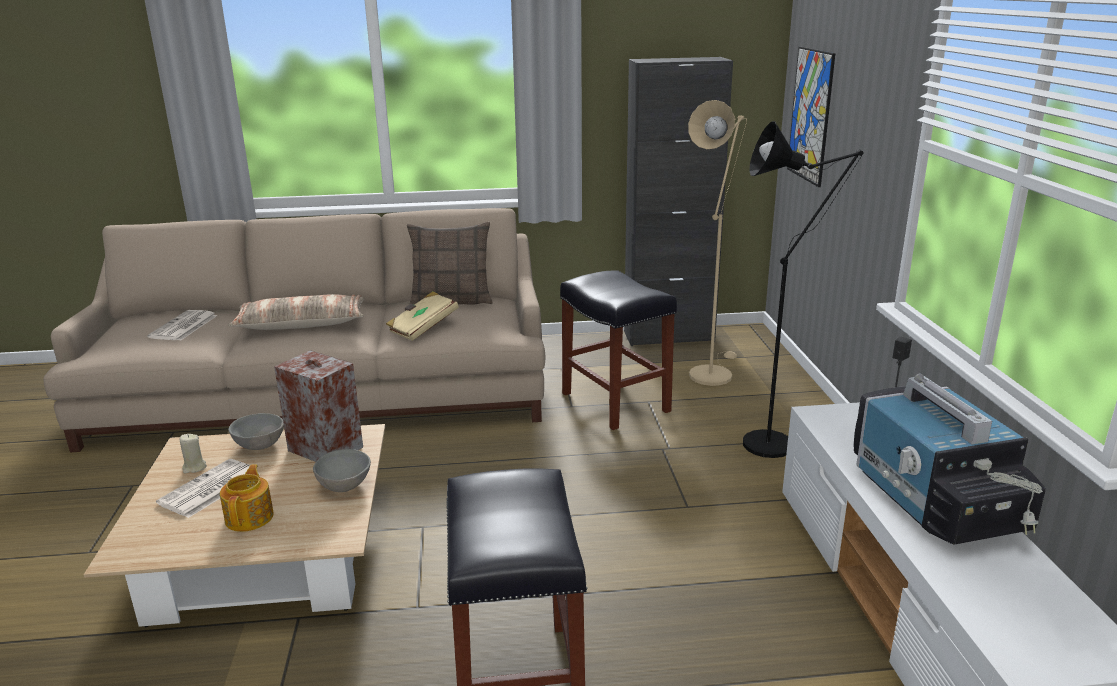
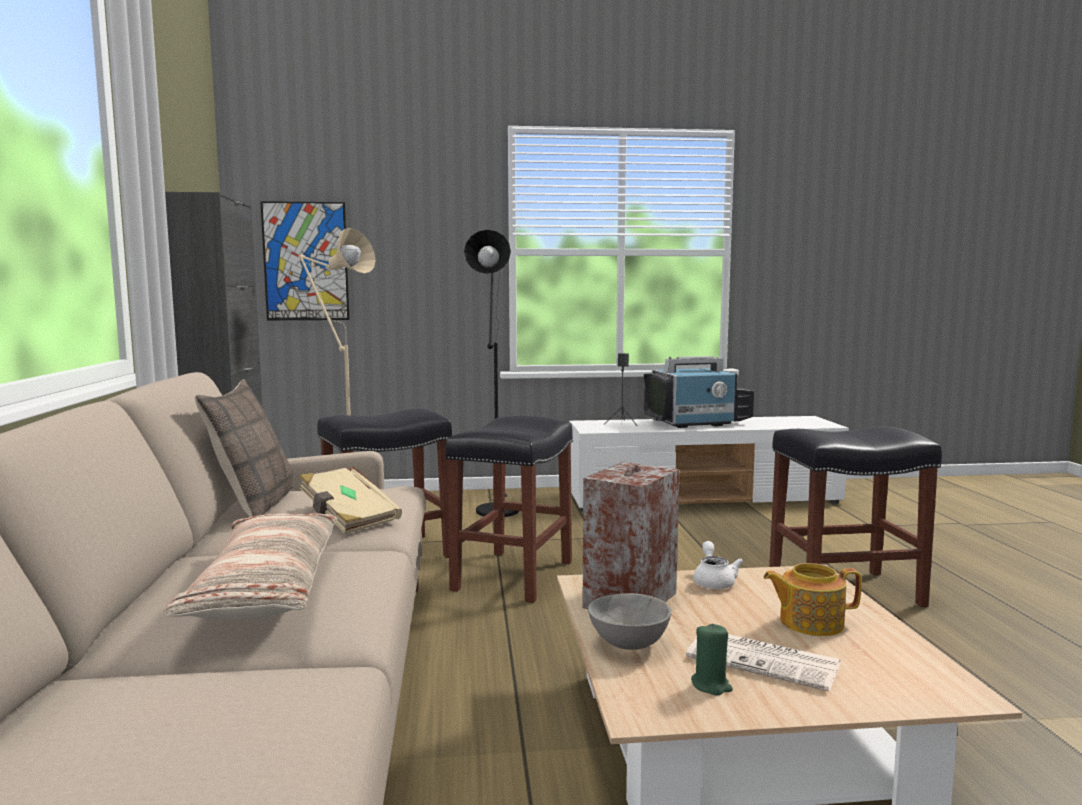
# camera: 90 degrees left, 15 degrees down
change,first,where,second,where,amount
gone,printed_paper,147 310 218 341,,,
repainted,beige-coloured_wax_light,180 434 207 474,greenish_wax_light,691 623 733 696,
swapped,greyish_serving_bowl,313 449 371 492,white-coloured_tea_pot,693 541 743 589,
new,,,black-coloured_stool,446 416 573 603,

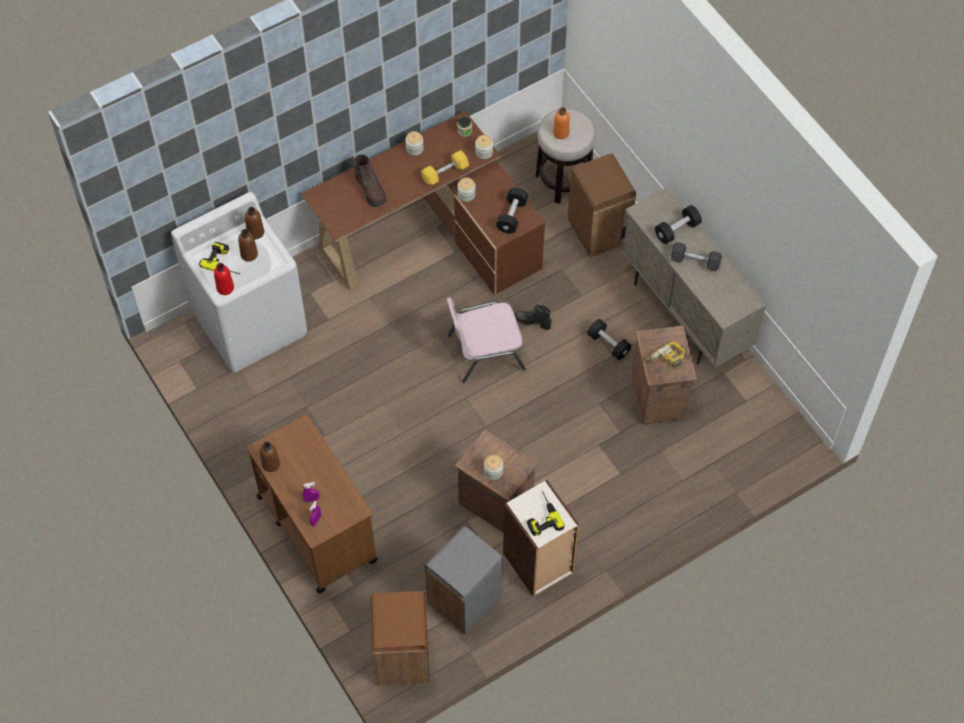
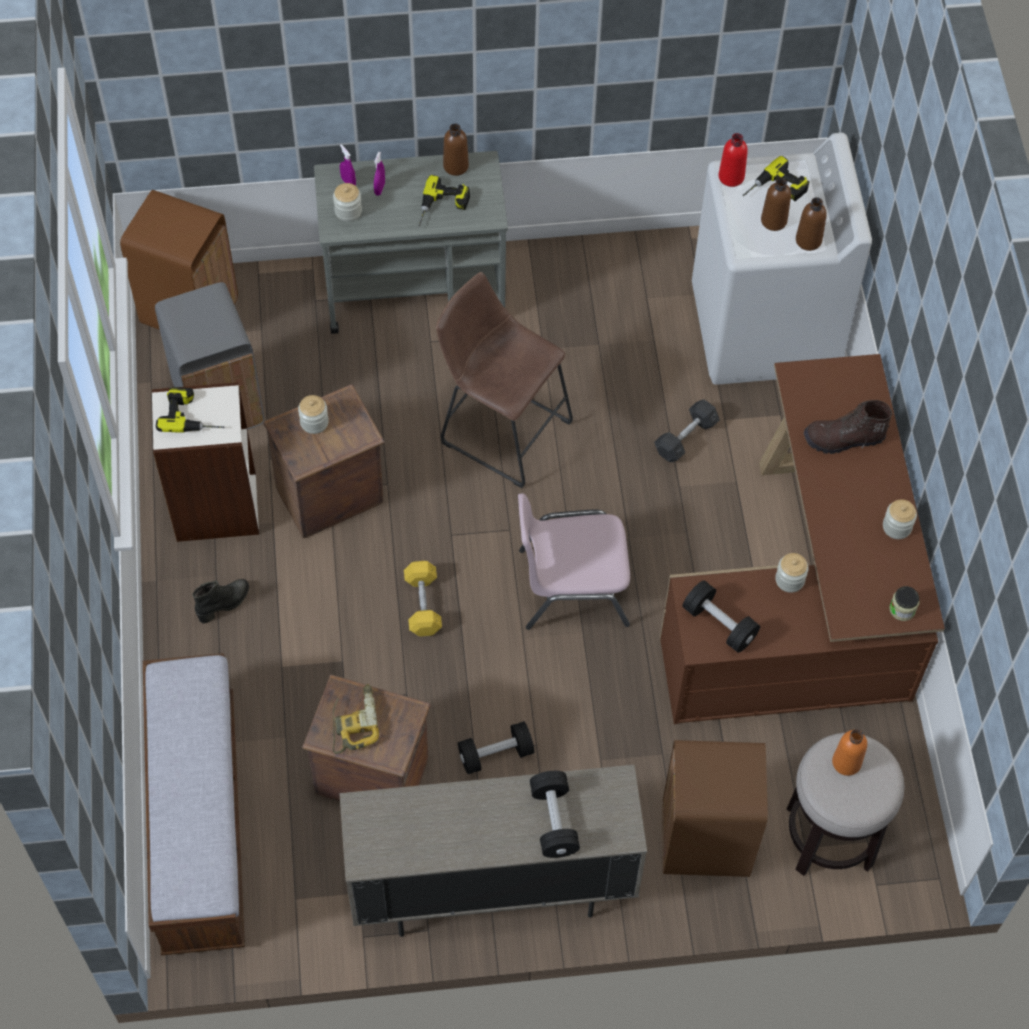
# camera: 115 degrees right, 0 degrees up
change,first,where,second,where,amount
repainted,brownish_wheeled_cart,246 414 378 594,greyish_wheeled_cart,314 151 508 334,
shifted,yellowish_free_weight,421 150 469 186,,404 561 442 636,
rotated,pink_chair,447 297 526 383,,518 493 630 630,105 degrees counterclockwise
shifted,jar,475 135 493 159,,333 183 362 222,
shifted,black-coloured_tall_boot,515 305 552 330,,192 579 249 623,
shifted,greyish_free_weight,671 242 722 271,,654 399 720 462,
new,,,long_seat,143 653 245 955,
new,,,drill,418 175 470 226,
new,,,brownish_stool,436 272 573 488,

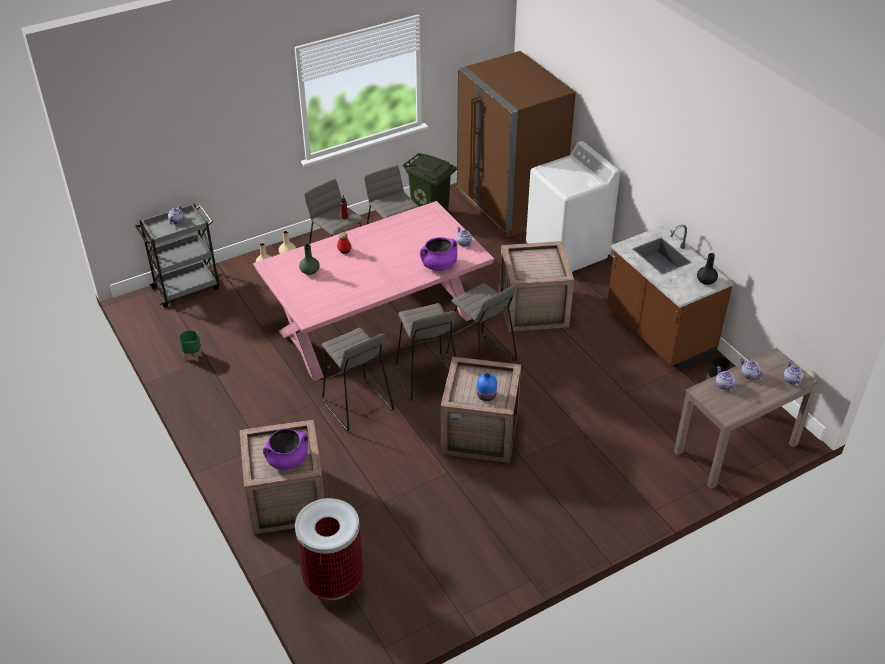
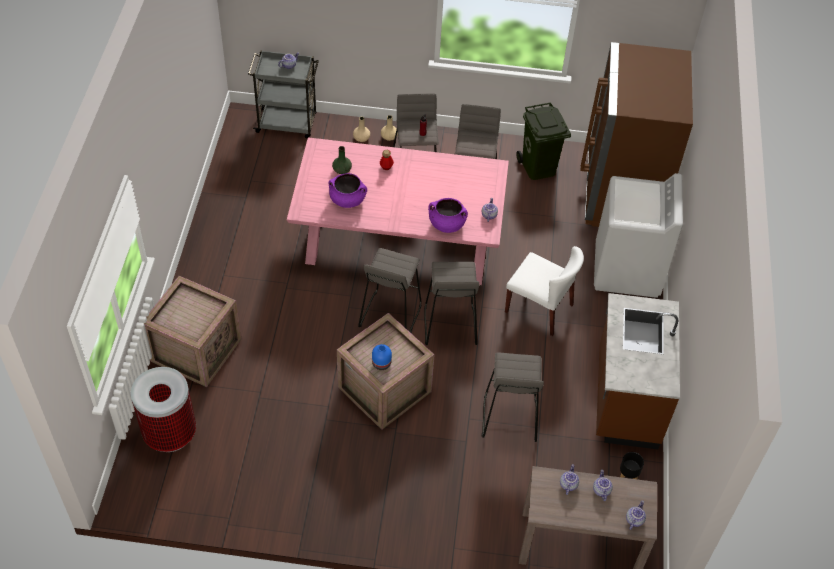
# camera: 35 degrees right, 10 degrees up
change,first,where,second,where,amount
gone,greenish_plant_pot,179 330 202 361,,,
shifted,purplish_saucepot,263 428 308 470,,329 173 367 208,
shifted,greyish_stool,322 328 394 431,,482 352 544 442,
swapped,crate,499 241 574 332,white-coloured_chair,505 246 584 336,
gone,black-coloured_vase,697 253 718 285,,,

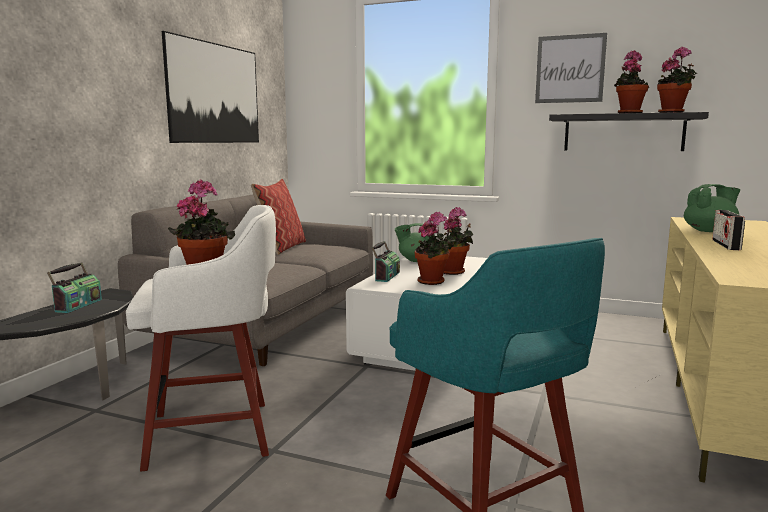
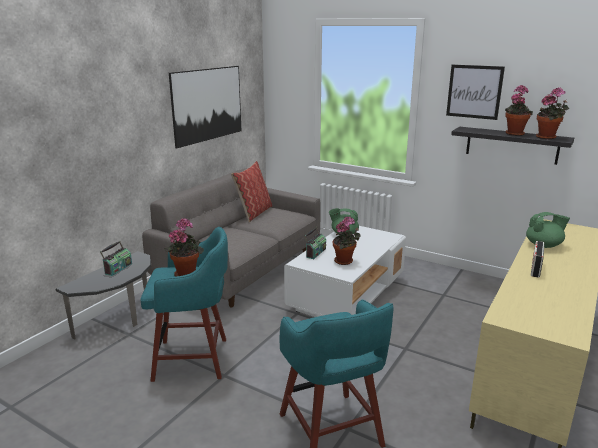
# camera: 10 degrees right, 10 degrees up
change,first,where,second,where,amount
repainted,white-coloured_stool,126 205 276 472,turquoise_stool,140 227 228 382,
gone,houseplant,442 207 473 275,,,

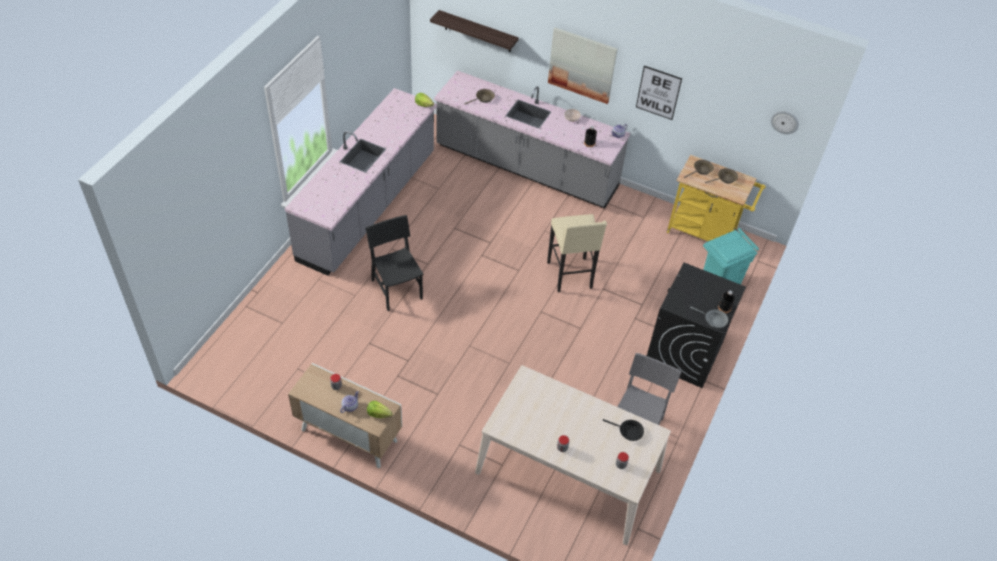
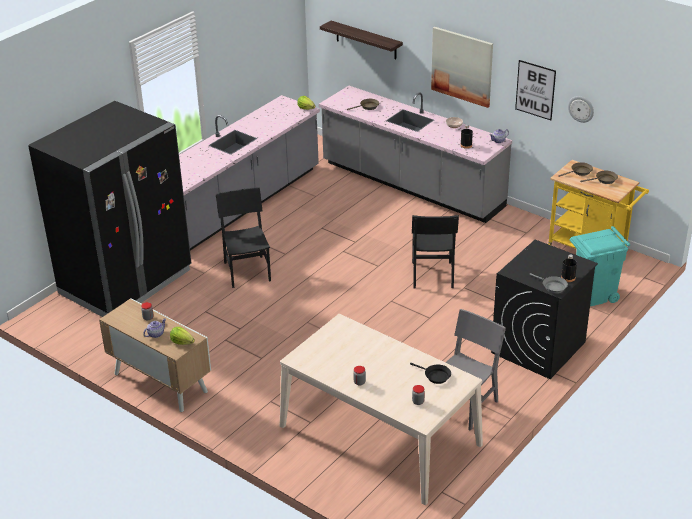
# camera: 15 degrees right, 15 degrees down
change,first,where,second,where,amount
swapped,beige-coloured_stool,547 214 607 292,black-coloured_chair,412 215 459 288,
shifted,clock_on_the_wall,771 111 799 134,,568 96 594 123,
new,,,black-coloured_kitchen_fridge,28 101 191 317,

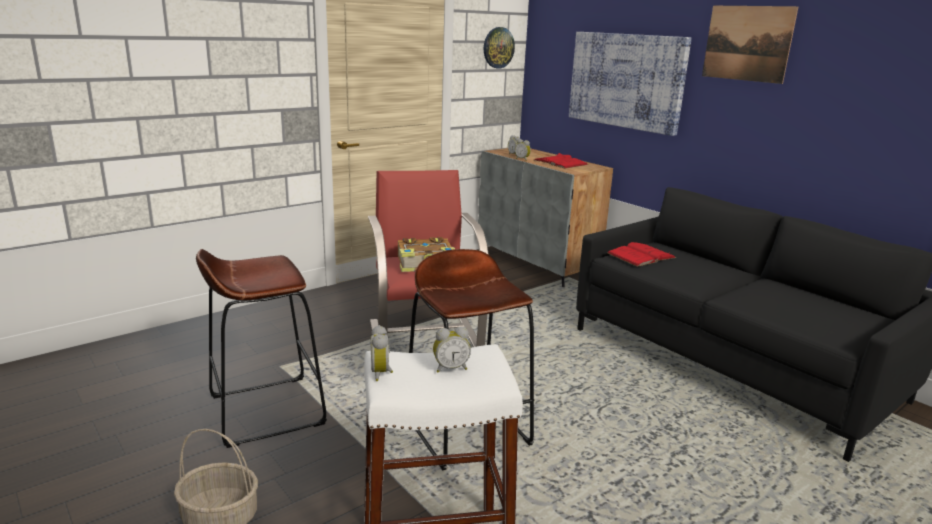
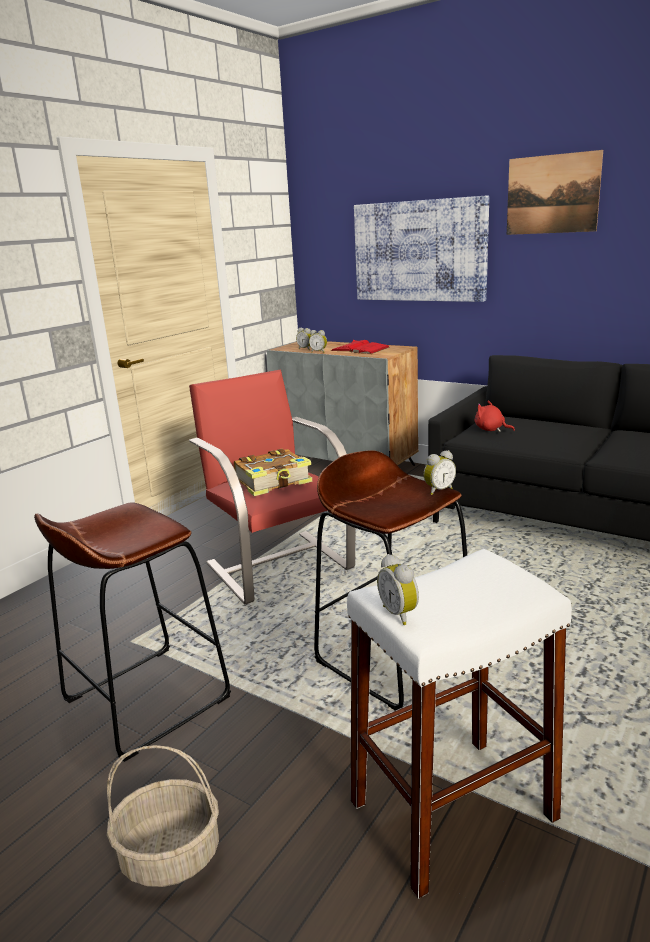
# camera: 15 degrees left, 0 degrees up
change,first,where,second,where,amount
shifted,table_clock,433 327 471 372,,424 450 456 495,
gone,clock_on_the_wall,484 27 515 68,,,
swapped,red-coloured_volume,607 242 676 267,red-coloured_soft_toy,475 401 515 432,

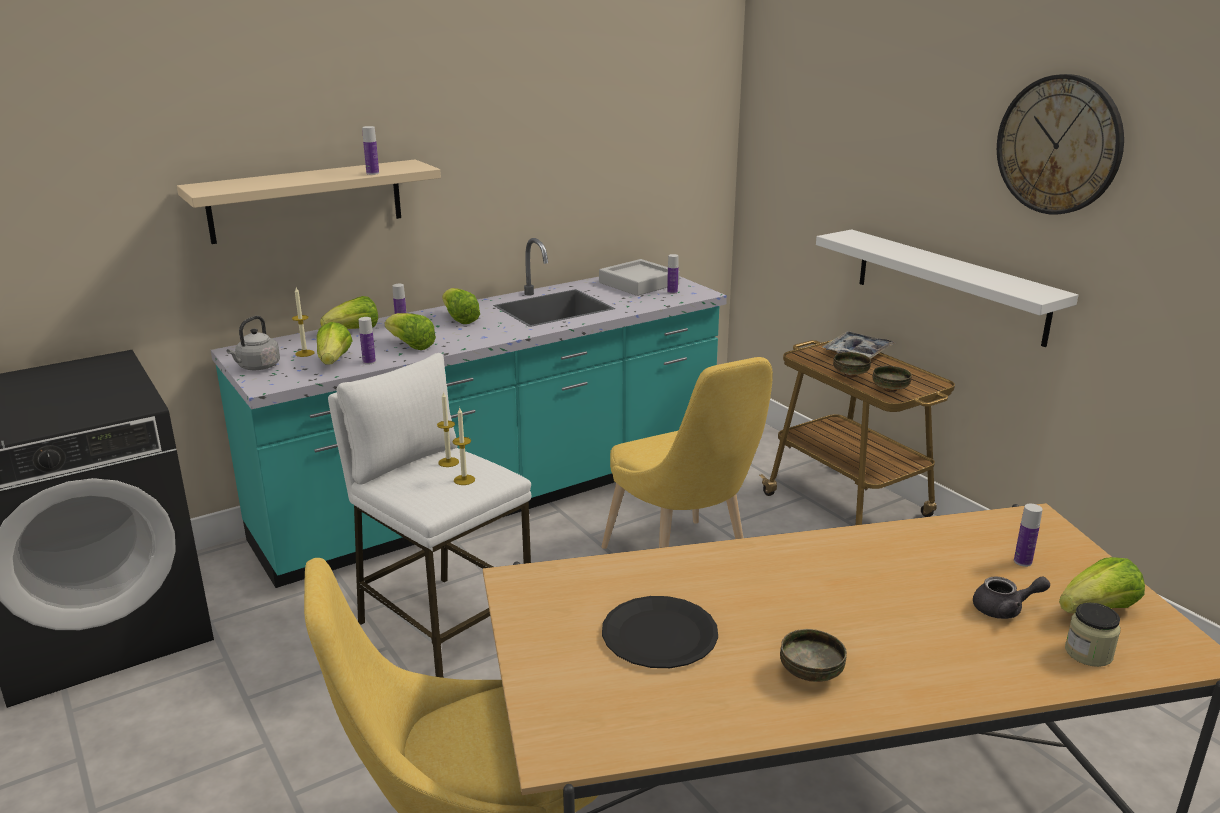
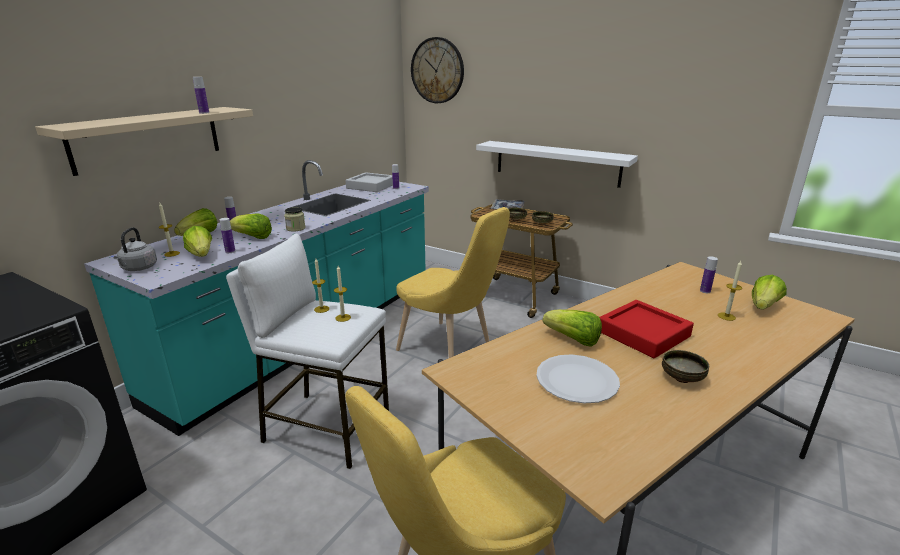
# camera: 25 degrees left, 0 degrees up
change,first,where,second,where,amount
shifted,head_of_lettuce,442 288 480 324,,542 309 602 347,
repainted,black-coloured_dinner_plate,602 596 718 668,white-coloured_dinner_plate,536 354 620 403,
swapped,greyish_tea_pot,973 576 1050 619,wax_light,718 261 742 321,
shifted,clock_on_the_wall,997 74 1124 214,,411 37 464 103,
shifted,jar,1065 603 1121 667,,284 207 306 232,
new,,,red-coloured_carrying_tray,600 300 694 358,

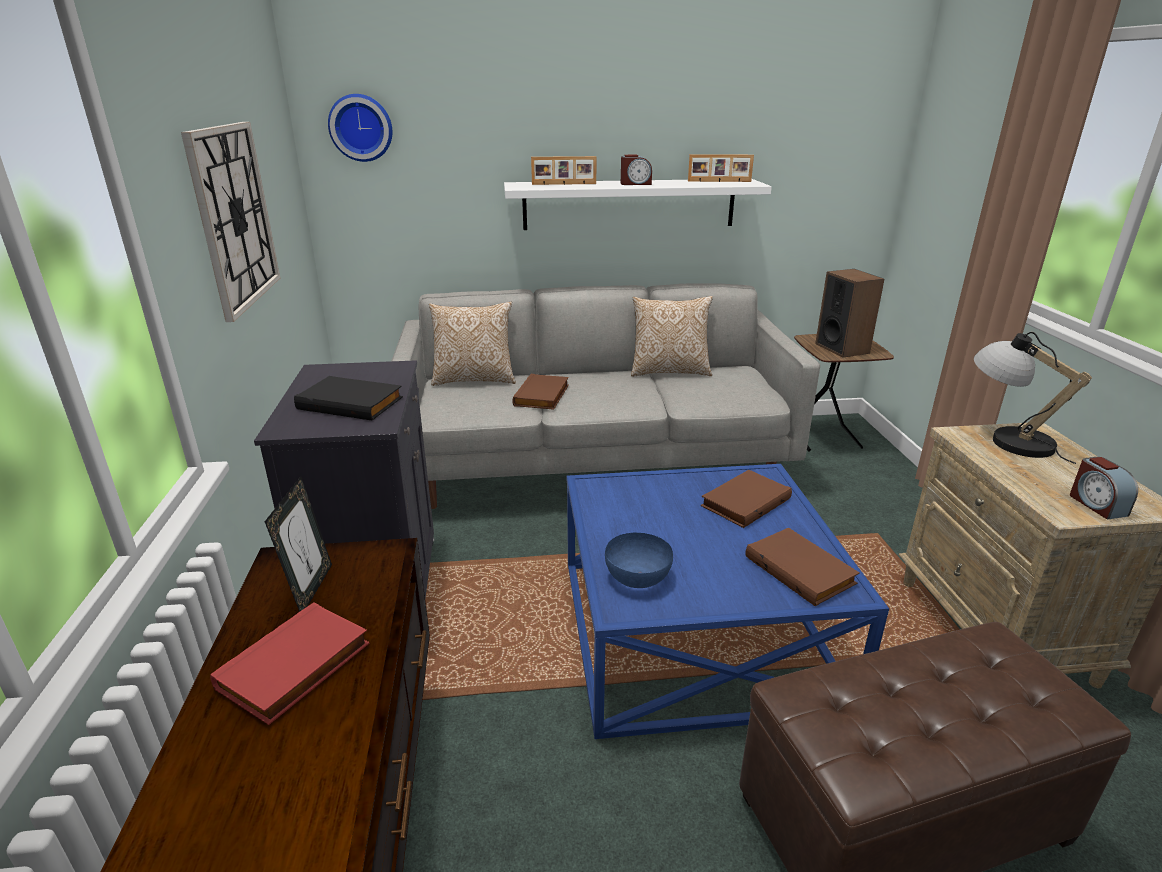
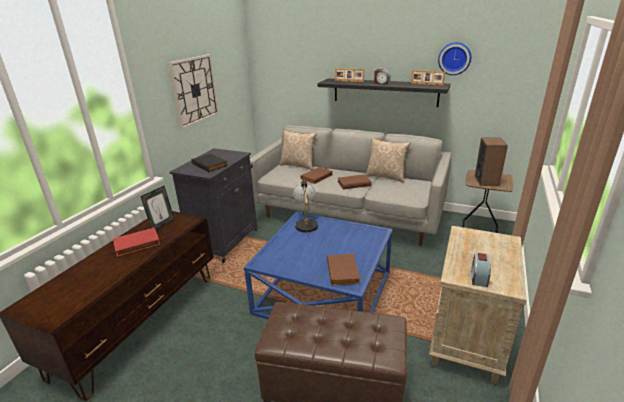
# camera: 30 degrees right, 0 degrees up
change,first,where,second,where,amount
shifted,clock_on_the_wall,328 94 392 162,,438 42 471 75,
repainted,white-coloured_bracket_shelf,504 179 772 230,black-coloured_bracket_shelf,318 79 451 107,
gone,bluish_serving_bowl,605 533 673 588,,,
shifted,brownish_volume,701 470 792 528,,337 174 371 189,
shifted,lamp_for_a_table,974 332 1092 464,,293 180 318 234,

